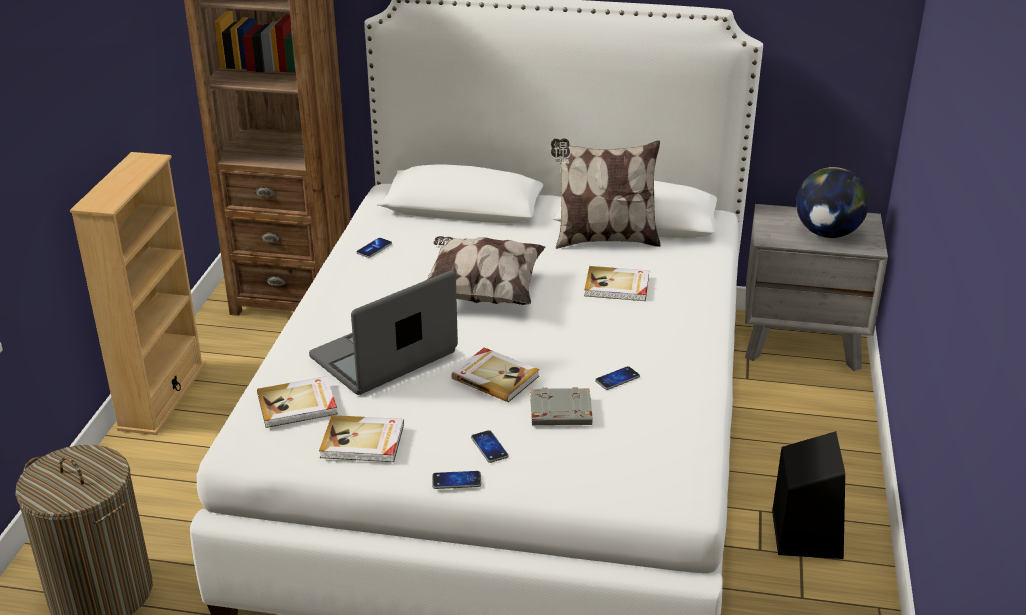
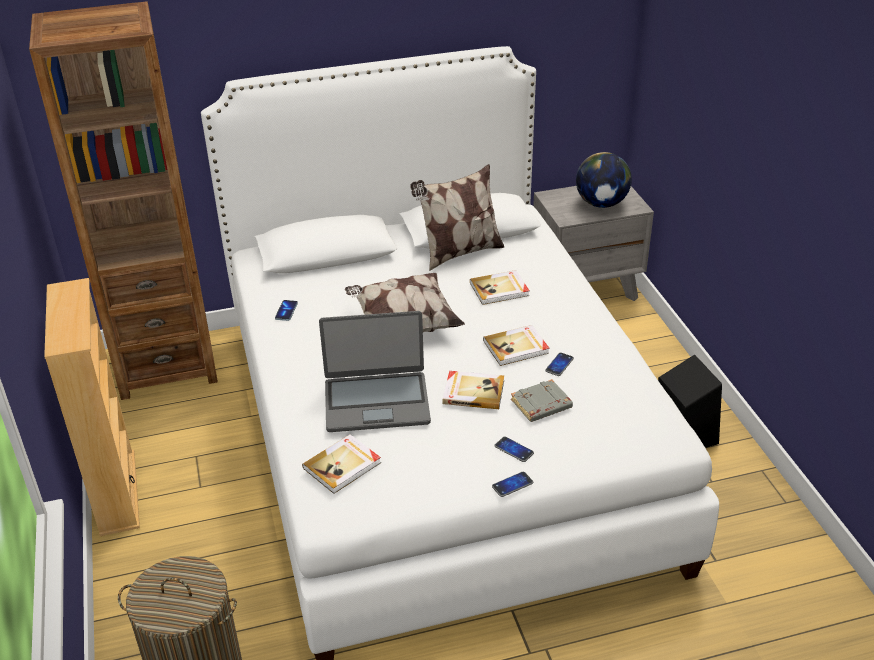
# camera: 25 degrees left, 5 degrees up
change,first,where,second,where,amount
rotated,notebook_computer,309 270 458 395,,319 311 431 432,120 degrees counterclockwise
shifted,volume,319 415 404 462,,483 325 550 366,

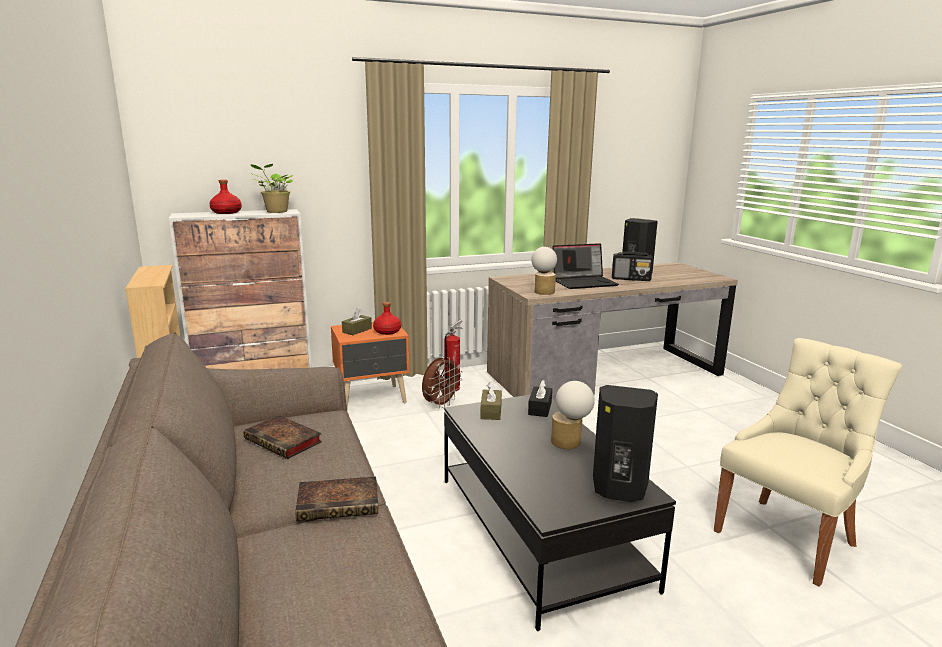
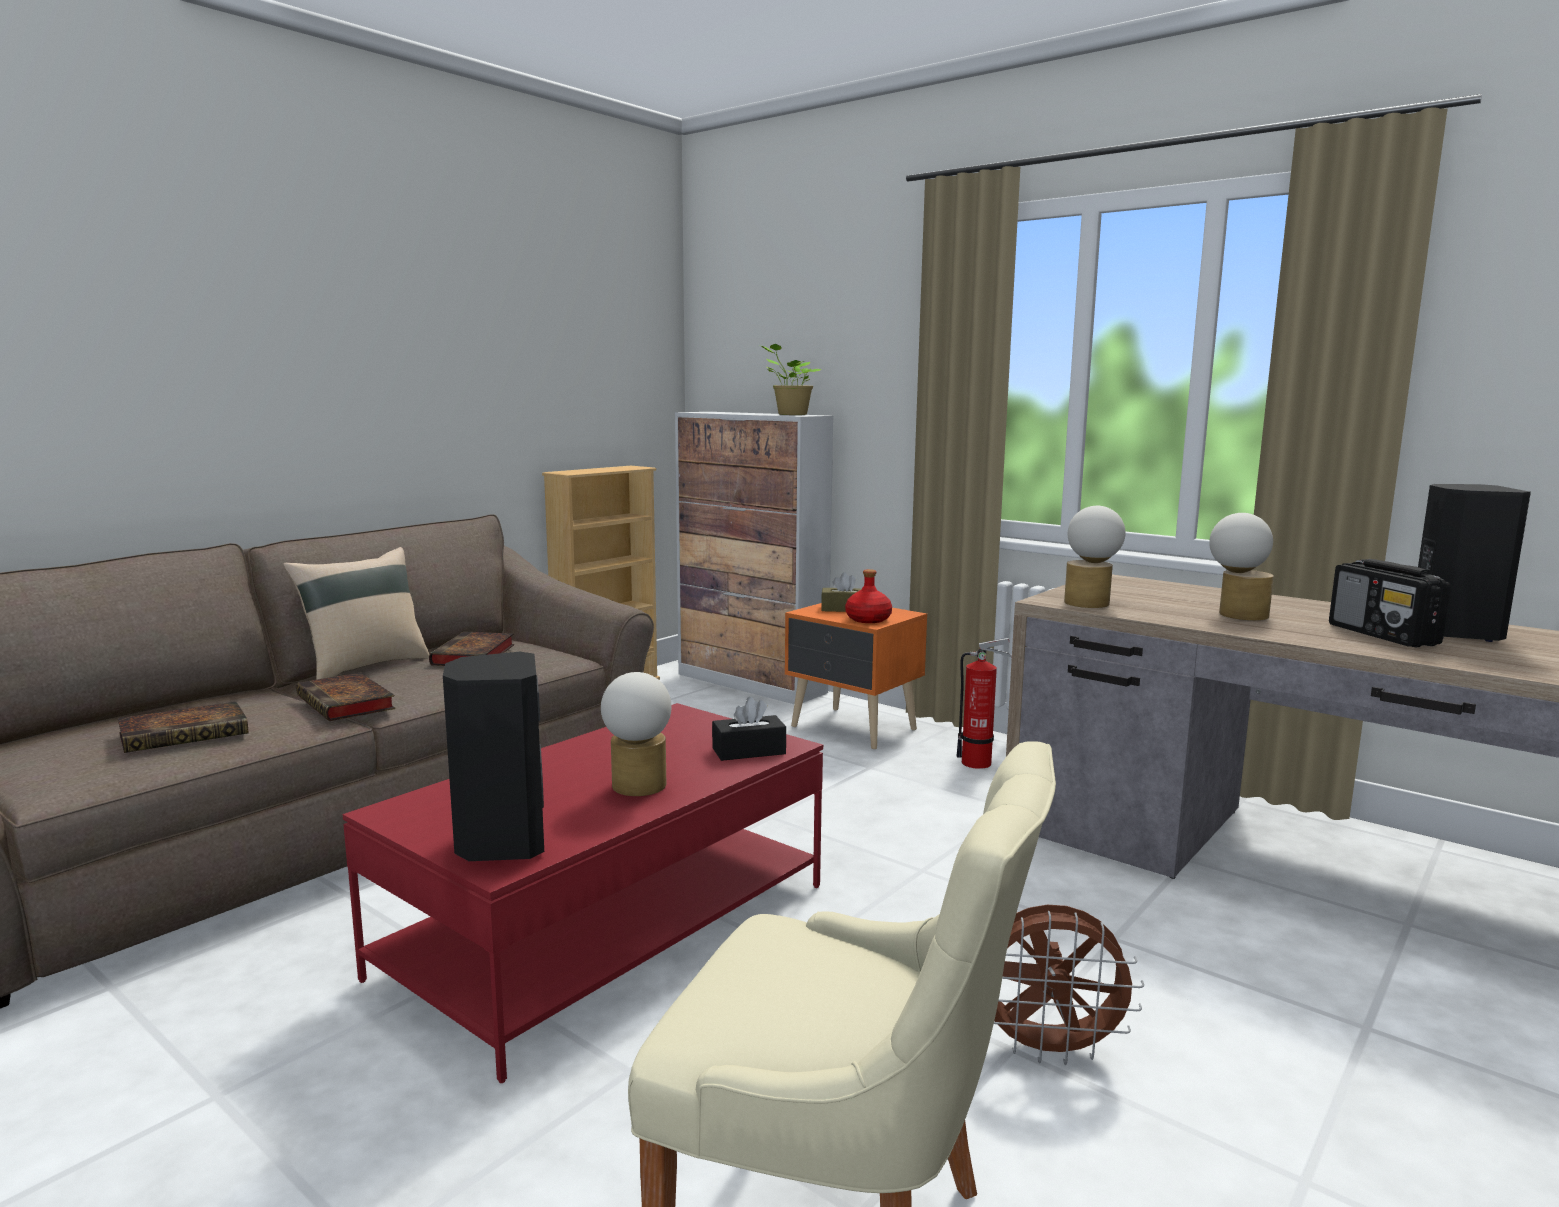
# camera: 60 degrees right, 5 degrees down
change,first,where,second,where,amount
gone,red-coloured_bottle,210 180 242 214,,,
shifted,brownish_electric_fan,422 357 462 408,,994 905 1144 1065,
repainted,black-coloured_lounge_table,444 395 676 631,red-coloured_lounge_table,343 703 823 1083,
gone,brownish_tissue_holder,480 383 502 420,,,
swapped,notebook_computer,552 243 619 289,lamp_for_a_table,1209 513 1274 620,
new,,,volume,118 702 248 753,
new,,,beige-coloured_throw_pillow,283 547 429 680,

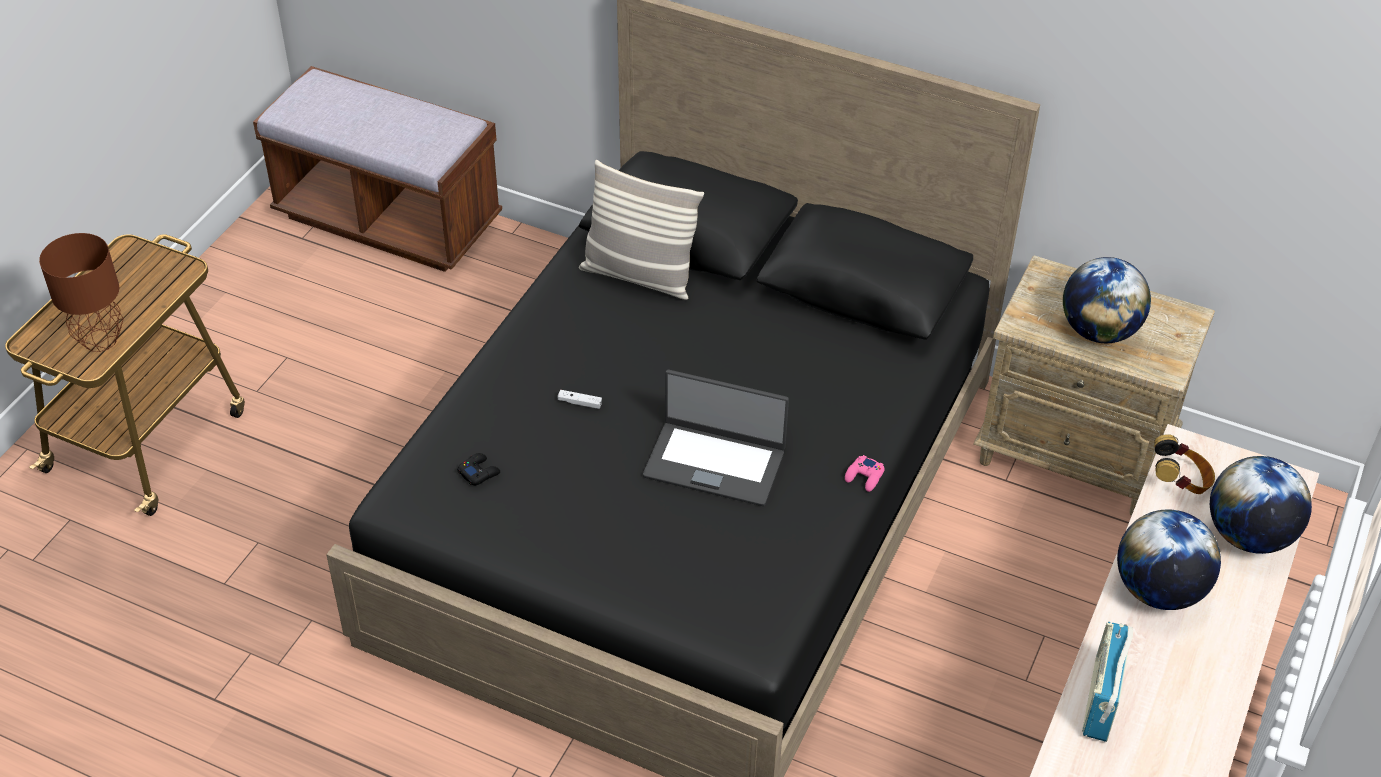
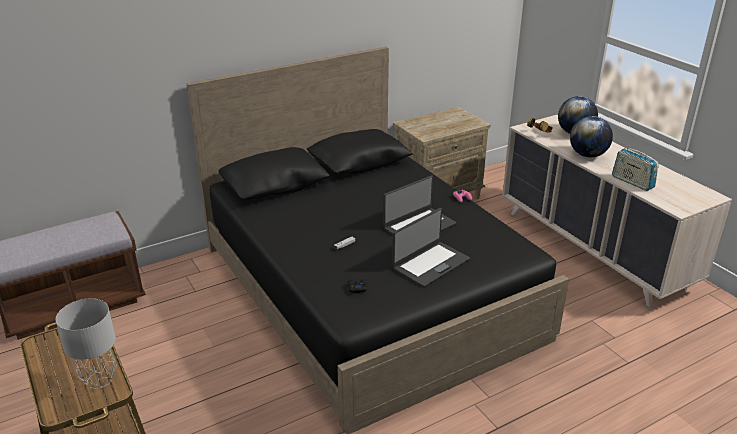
# camera: 55 degrees left, 15 degrees down
change,first,where,second,where,amount
repainted,brownish_lamp_for_a_table,39 233 124 352,greyish_lamp_for_a_table,56 298 117 389,
gone,throw_pillow,579 160 704 300,,,
gone,world_globe,1063 257 1151 343,,,
new,,,notebook_computer,392 208 470 287,

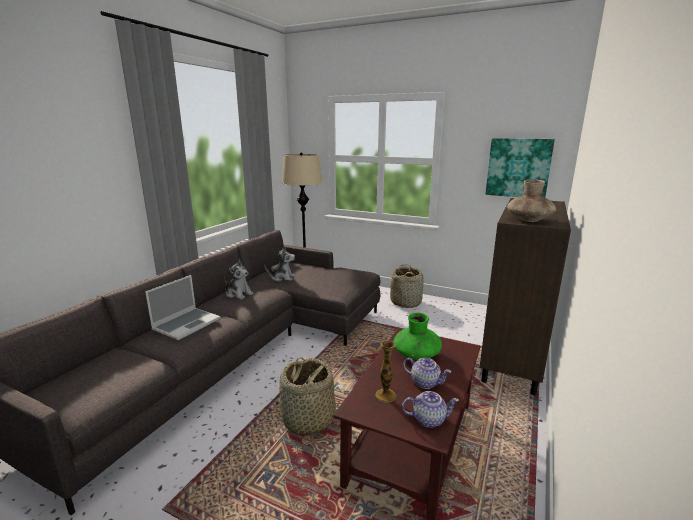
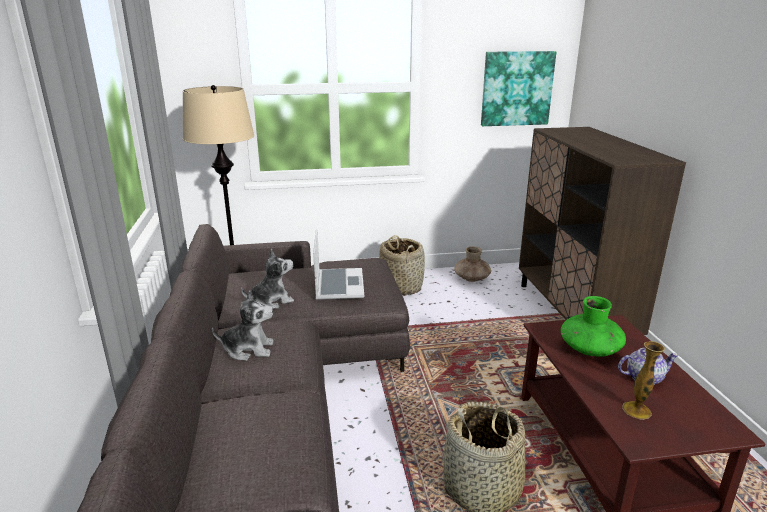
# camera: 35 degrees left, 5 degrees up
change,first,where,second,where,amount
shifted,notebook_computer,145 275 220 340,,313 229 364 300,
gone,tea_pot,402 391 459 428,,,
shifted,brownish_vase,507 179 556 222,,454 246 491 282,

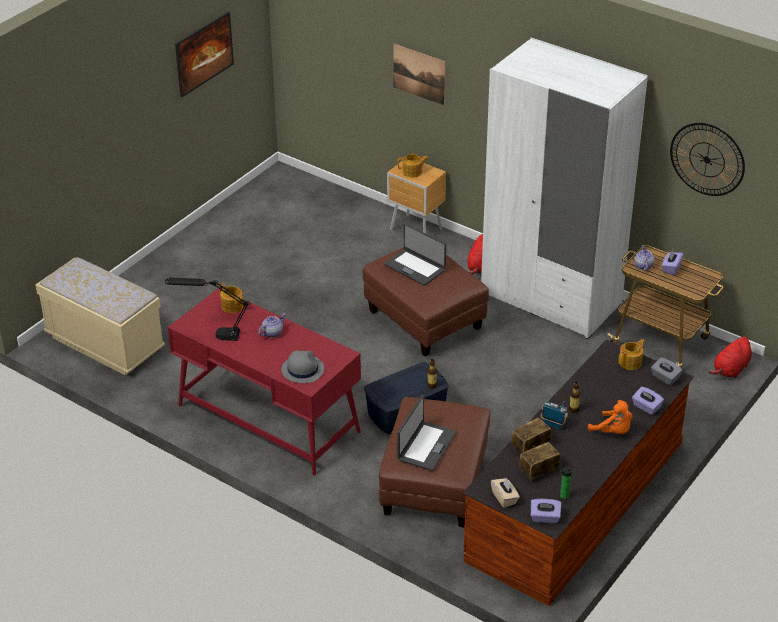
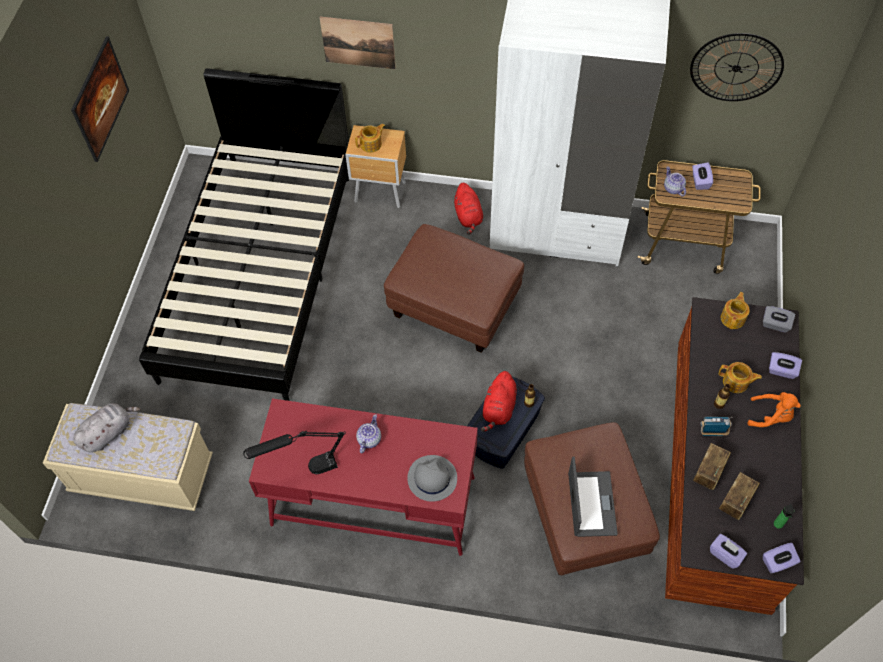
# camera: 25 degrees left, 20 degrees up
change,first,where,second,where,amount
shifted,tea_pot,219 283 244 313,,719 362 762 393,
gone,notebook_computer,384 224 446 285,,,
repainted,beige-coloured_tissue_holder,491 478 520 508,purplish_tissue_holder,710 534 747 569,
shifted,red-coloured_soft_toy,708 337 752 378,,481 371 517 432,
new,,,greyish_soft_toy,73 403 141 452,
new,,,black-coloured_bedroom_bed,139 68 349 401,

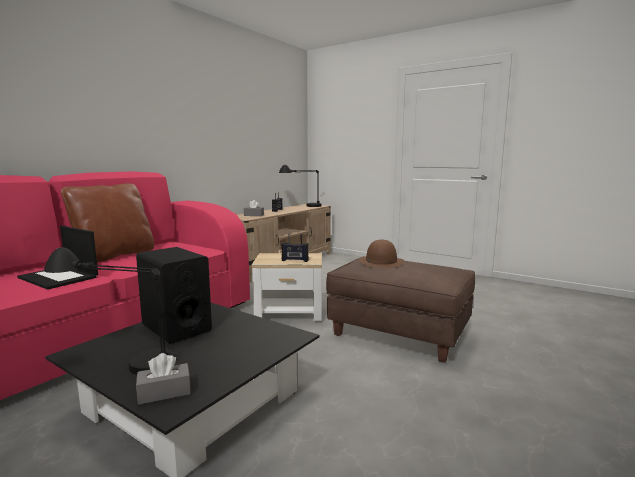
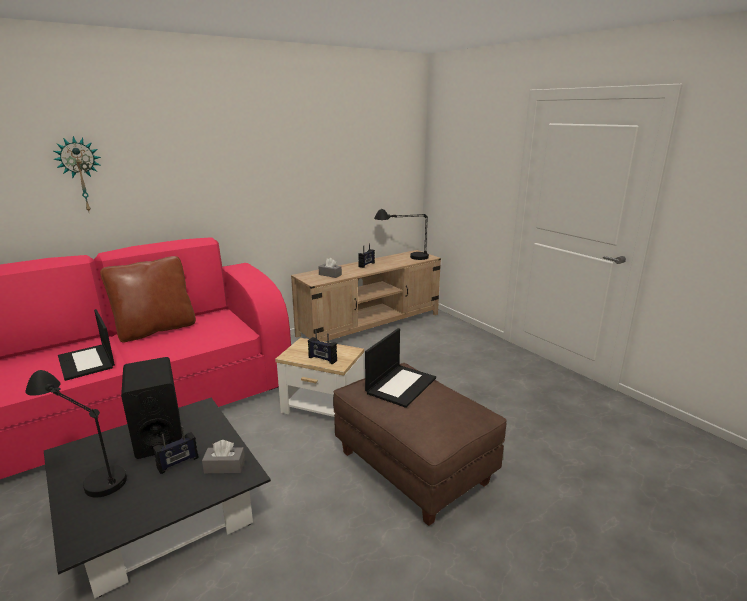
# camera: 20 degrees right, 10 degrees up
change,first,where,second,where,amount
shifted,greyish_tissue_holder,136 353 191 405,,202 440 245 473,
swapped,brownish_hat,359 240 404 269,notebook_computer,365 328 436 408,
new,,,clock_on_the_wall,53 136 101 211,
new,,,radio,153 426 199 474,

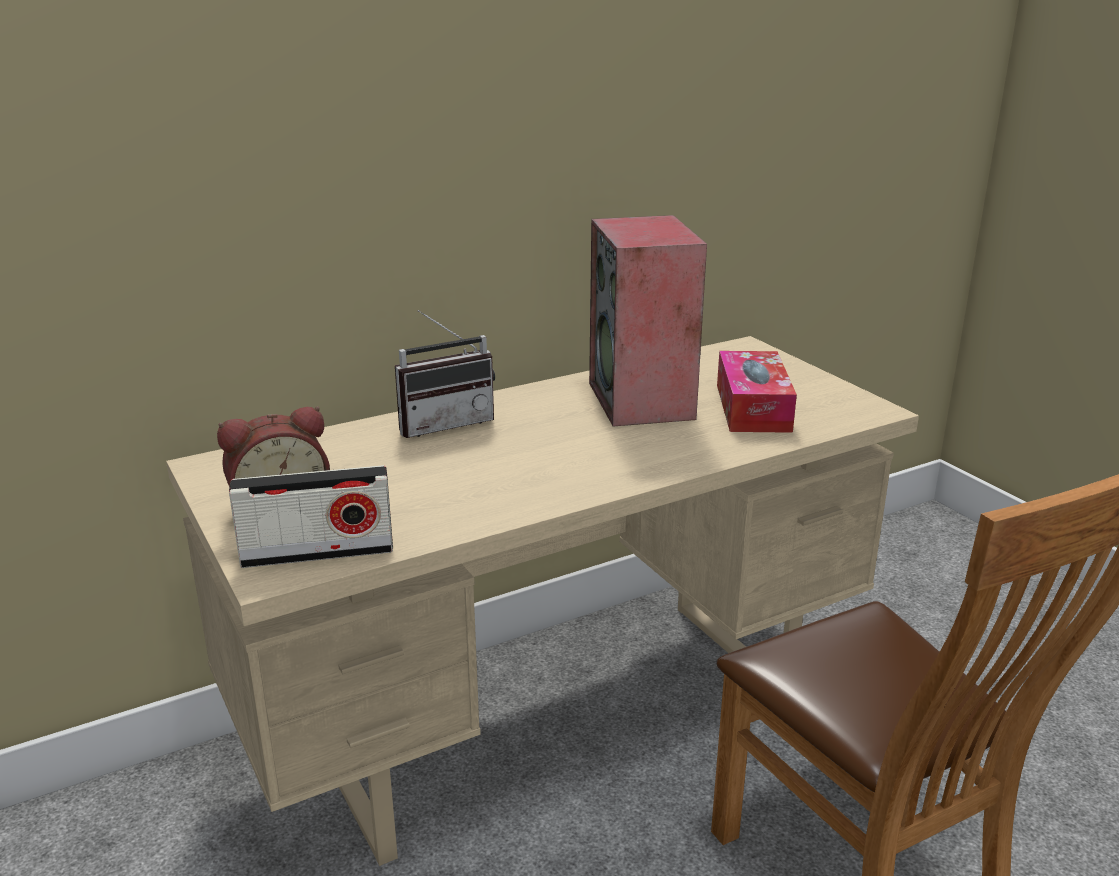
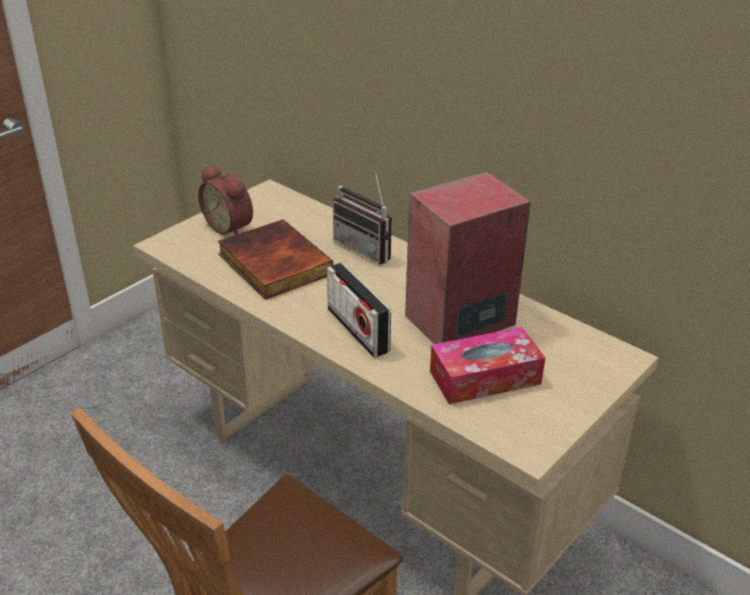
# camera: 70 degrees right, 10 degrees up
change,first,where,second,where,amount
shifted,radio,229 465 393 568,,327 263 391 358,
new,,,volume,218 219 333 300,

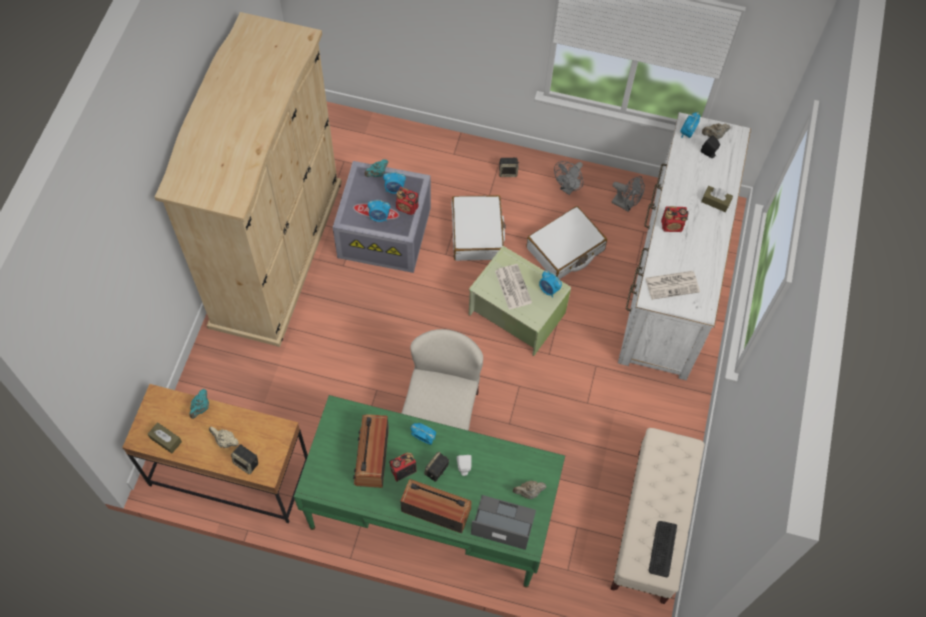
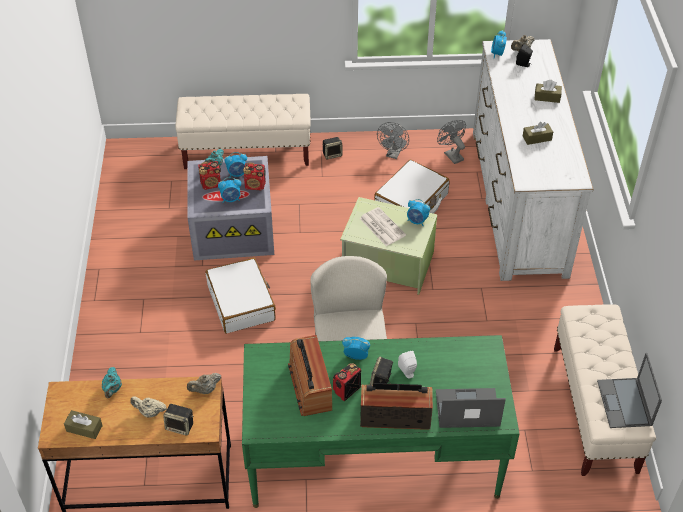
# camera: 15 degrees left, 15 degrees down
change,first,where,second,where,amount
gone,beige-coloured_armoire,155 12 342 347,,,
shifted,white-coloured_travel_case,452 195 506 261,,206 258 276 333,
shifted,beige-coloured_tea_pot,513 481 546 499,,187 373 221 394,
rotated,greyish_electric_fan,611 176 645 212,,437 120 466 164,135 degrees counterclockwise
gone,printed_paper,645 271 700 300,,,
swapped,computer_keyboard,649 521 677 578,notebook_computer,597 353 662 428,
shifted,radio,661 206 688 232,,198 161 221 190,
new,,,beige-coloured_long_seat,175 94 311 169,
new,,,brownish_tissue_holder,523 122 553 145,

